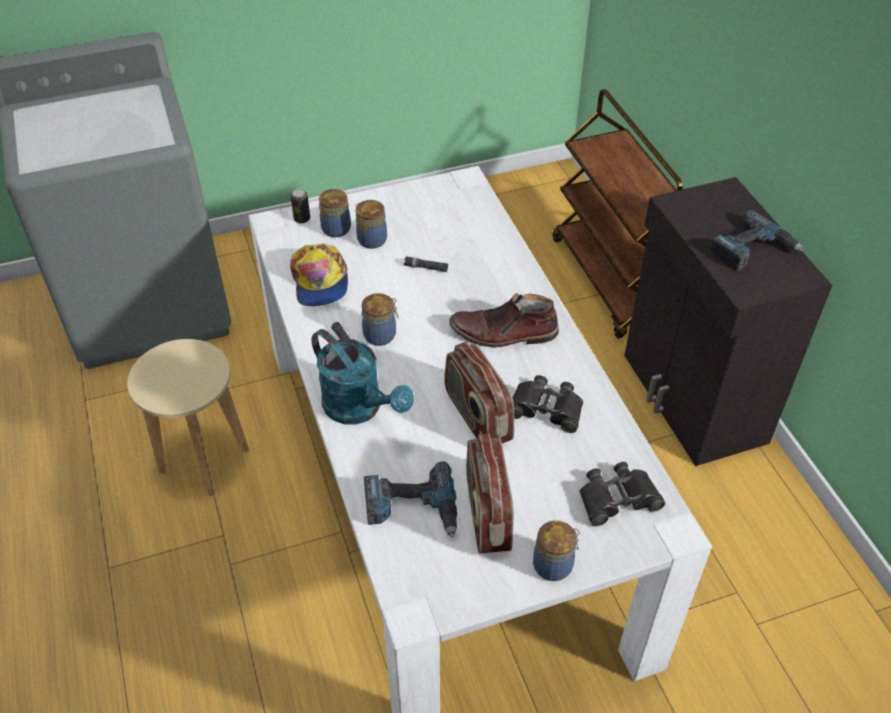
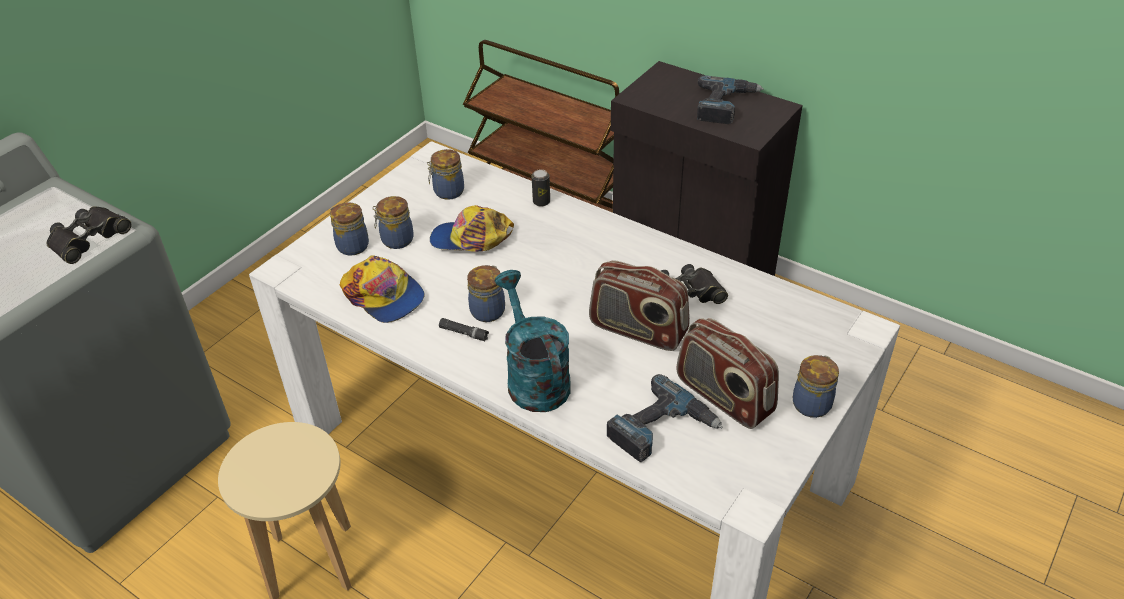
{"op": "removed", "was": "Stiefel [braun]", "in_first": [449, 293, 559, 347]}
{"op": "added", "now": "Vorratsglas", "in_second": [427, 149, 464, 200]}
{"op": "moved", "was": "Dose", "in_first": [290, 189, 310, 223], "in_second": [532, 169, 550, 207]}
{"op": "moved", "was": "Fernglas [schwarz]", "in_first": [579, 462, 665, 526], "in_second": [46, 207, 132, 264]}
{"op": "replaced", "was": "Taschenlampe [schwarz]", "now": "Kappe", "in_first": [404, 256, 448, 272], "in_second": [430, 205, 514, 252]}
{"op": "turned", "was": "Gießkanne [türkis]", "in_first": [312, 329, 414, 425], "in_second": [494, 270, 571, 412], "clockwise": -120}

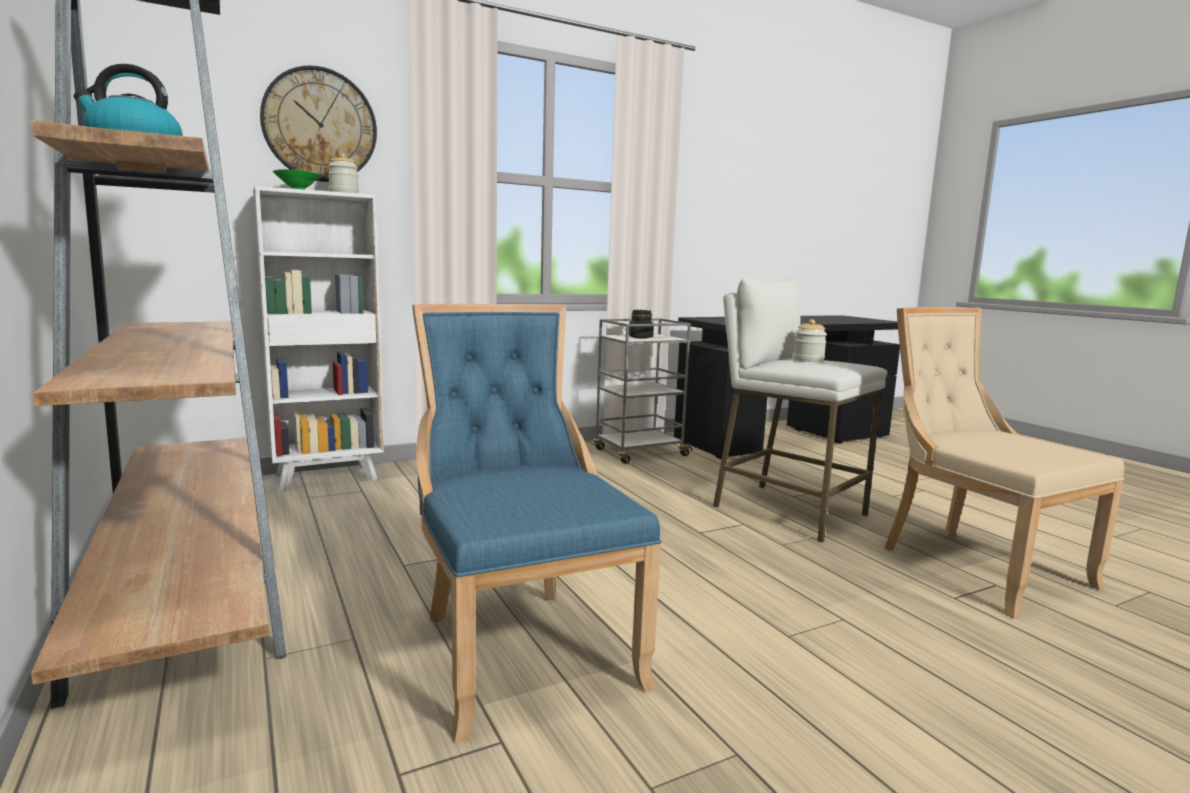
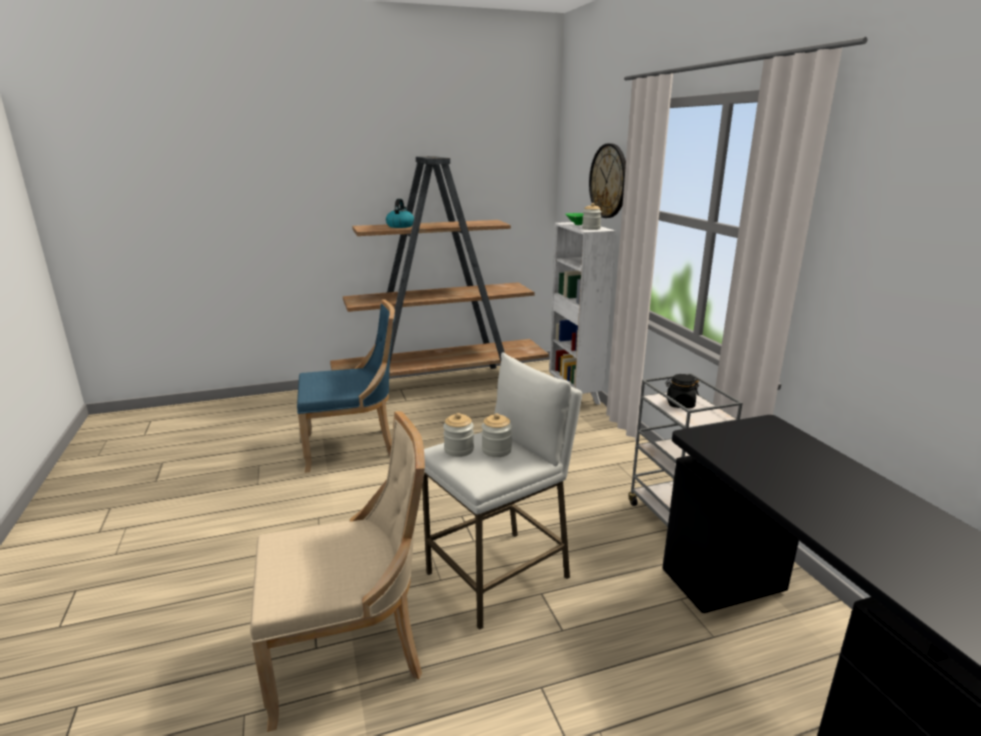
{"op": "added", "now": "Vorratsglas", "in_second": [443, 413, 474, 457]}

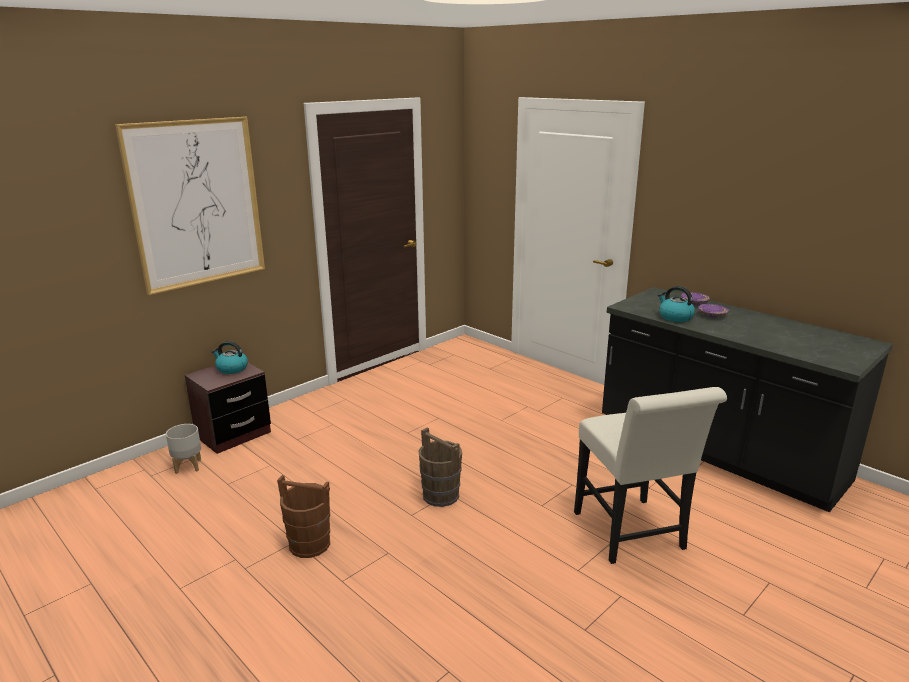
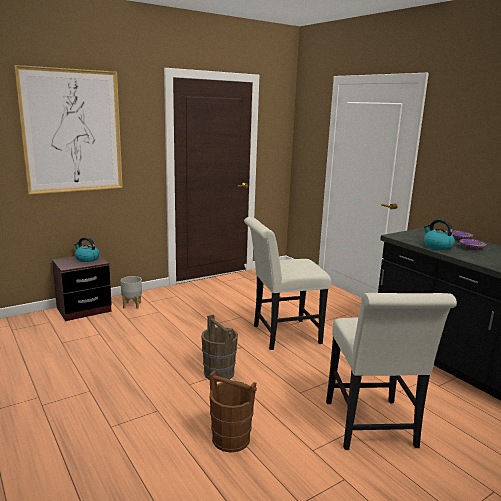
{"op": "added", "now": "Stuhl [weiß]", "in_second": [244, 217, 331, 350]}
{"op": "moved", "was": "Pflanzkübel [grau]", "in_first": [166, 424, 201, 474], "in_second": [121, 276, 142, 309]}
{"op": "moved", "was": "Eimer [braun]", "in_first": [277, 475, 330, 558], "in_second": [209, 370, 257, 453]}

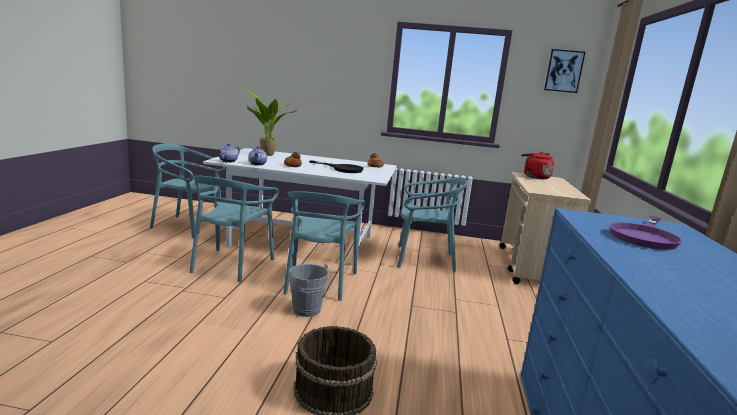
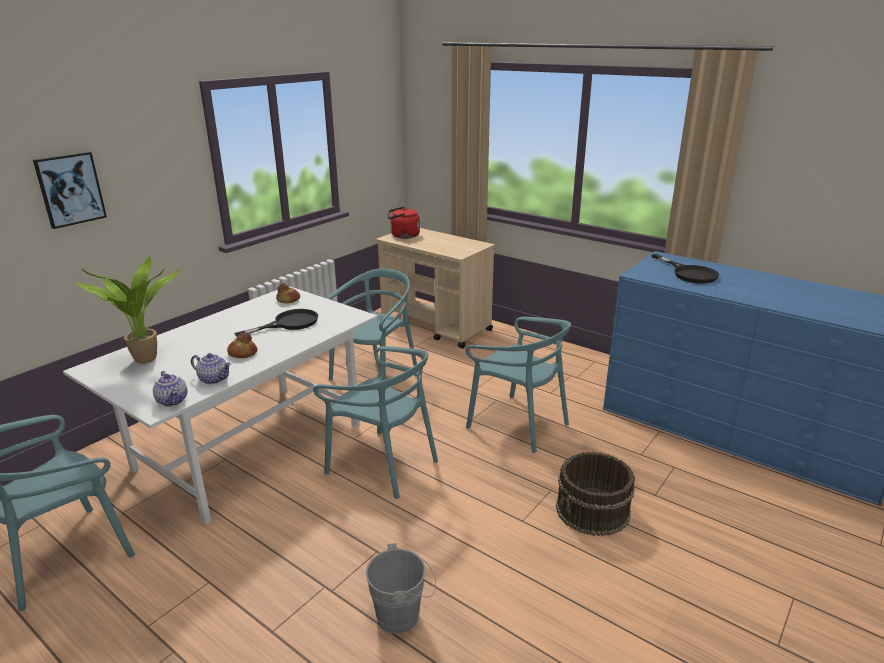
{"op": "moved", "was": "Stuhl [türkis]", "in_first": [190, 175, 279, 282], "in_second": [465, 317, 571, 453]}
{"op": "moved", "was": "Eimer [grau]", "in_first": [289, 264, 333, 317], "in_second": [366, 543, 436, 634]}
{"op": "moved", "was": "Bild", "in_first": [544, 49, 585, 93], "in_second": [33, 152, 107, 229]}
{"op": "recoloured", "was": "Pfanne [lila]", "now": "Pfanne [schwarz]", "in_first": [610, 216, 683, 250], "in_second": [652, 254, 719, 284]}

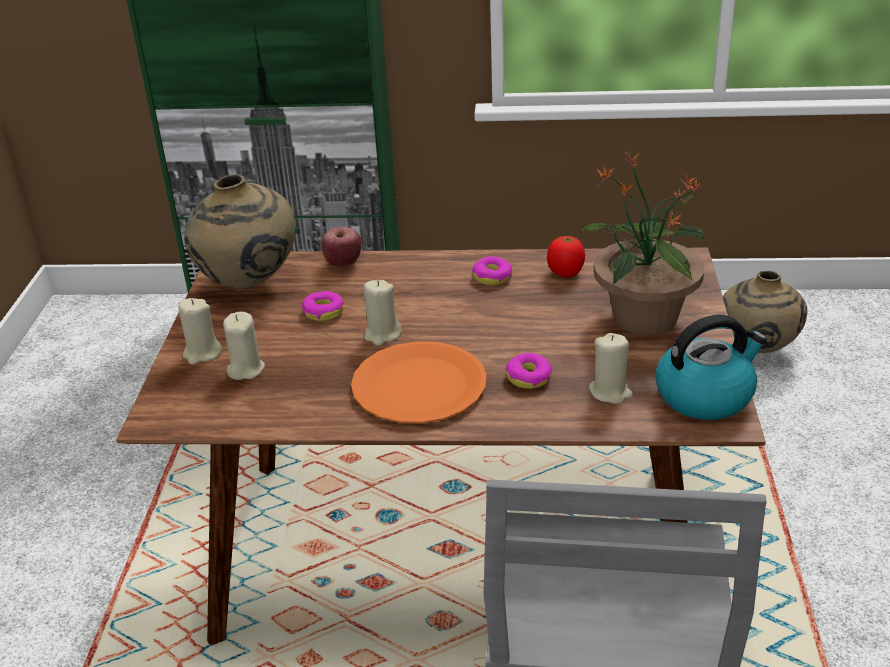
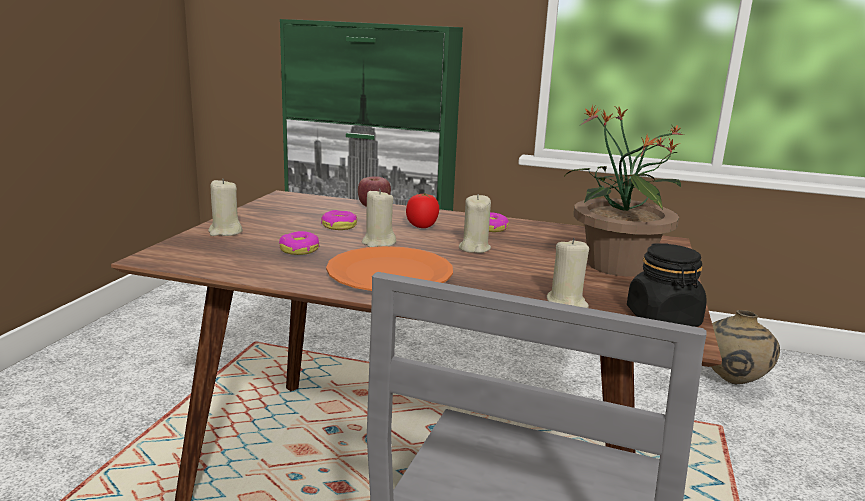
{"op": "removed", "was": "Vase [beige]", "in_first": [184, 174, 296, 289]}
{"op": "moved", "was": "Kerze [beige]", "in_first": [223, 312, 265, 380], "in_second": [459, 194, 491, 253]}
{"op": "moved", "was": "Donut", "in_first": [505, 353, 552, 389], "in_second": [279, 231, 320, 255]}
{"op": "moved", "was": "Tomate", "in_first": [547, 236, 585, 278], "in_second": [406, 193, 439, 228]}
{"op": "replaced", "was": "Wasserkessel", "now": "Vorratsglas [schwarz]", "in_first": [655, 315, 767, 420], "in_second": [627, 243, 707, 327]}

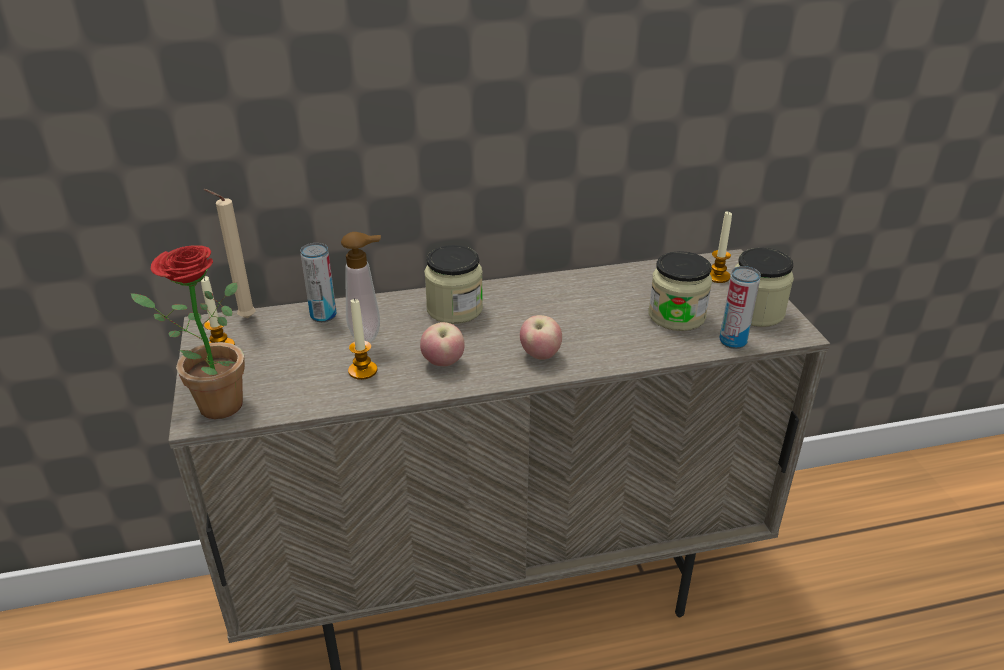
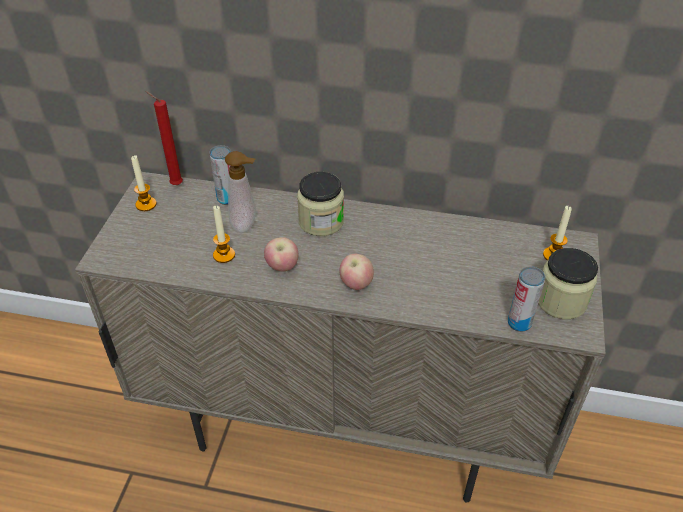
{"op": "removed", "was": "Topfpflanze", "in_first": [131, 245, 245, 419]}
{"op": "removed", "was": "Vorratsglas", "in_first": [649, 251, 712, 331]}
{"op": "recoloured", "was": "Kerze [beige]", "now": "Kerze [rot]", "in_first": [203, 189, 256, 318], "in_second": [146, 91, 183, 185]}

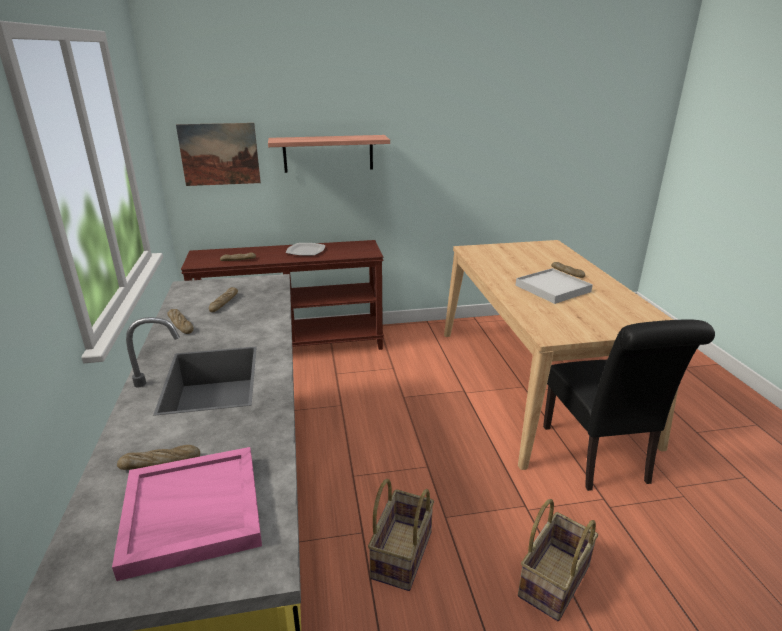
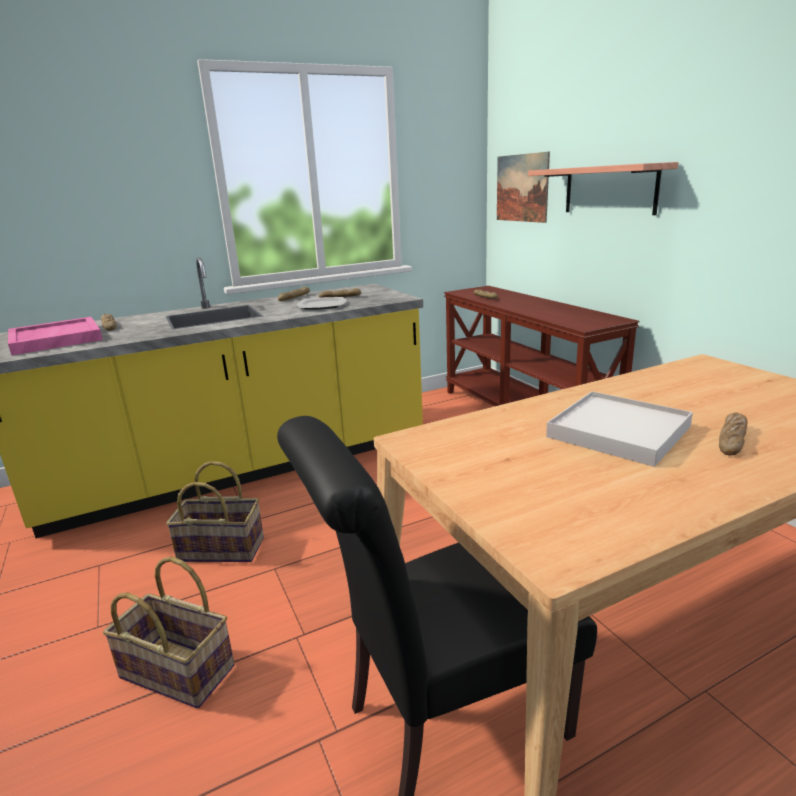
{"op": "moved", "was": "Teller", "in_first": [286, 243, 325, 256], "in_second": [297, 297, 347, 310]}

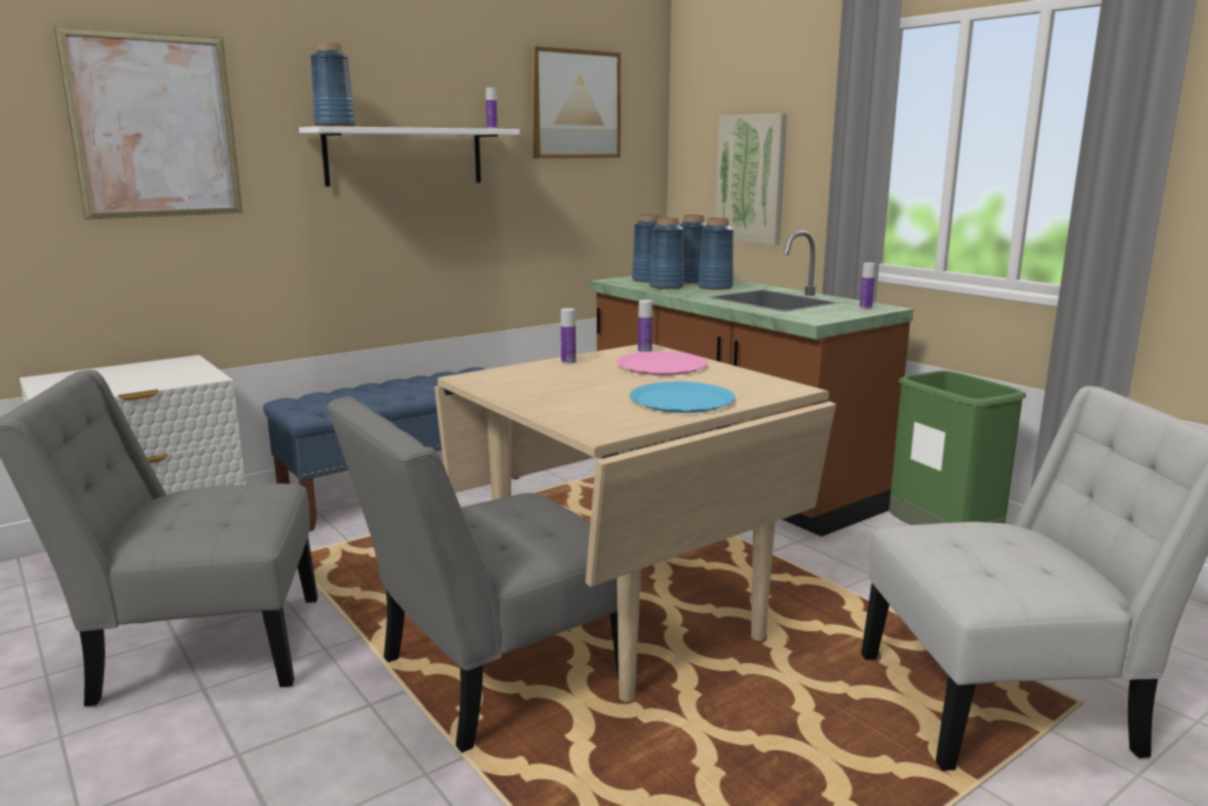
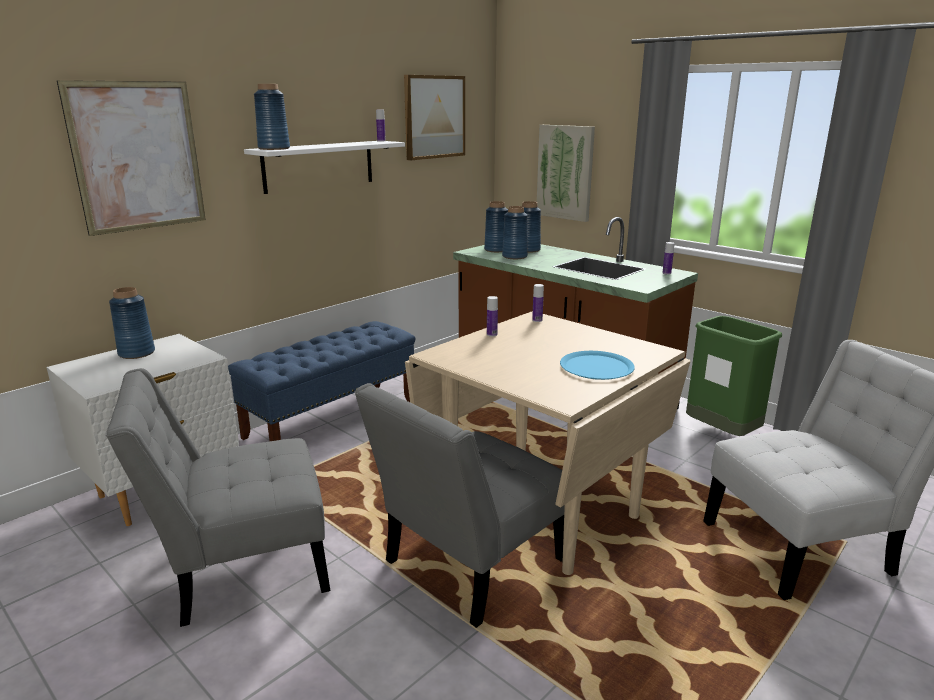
{"op": "removed", "was": "Teller [rosa]", "in_first": [617, 351, 708, 375]}
{"op": "moved", "was": "Vase [blau]", "in_first": [698, 218, 734, 290], "in_second": [109, 287, 155, 359]}

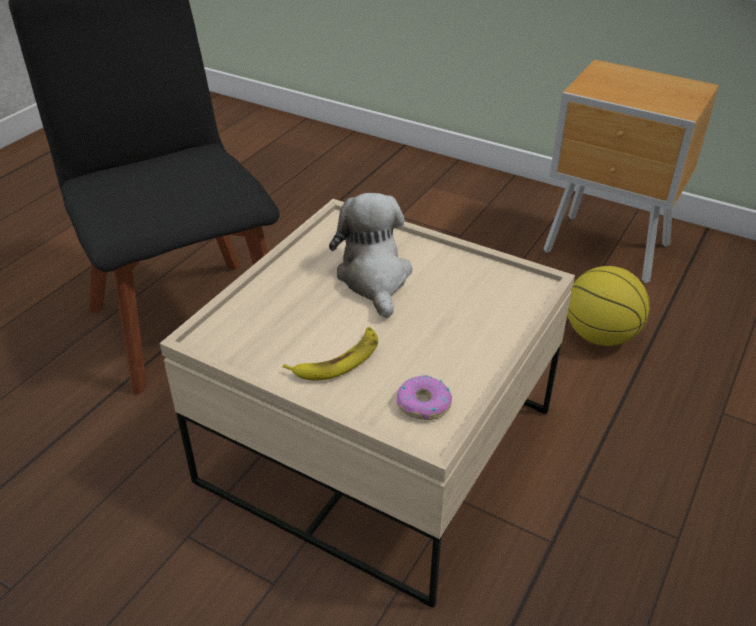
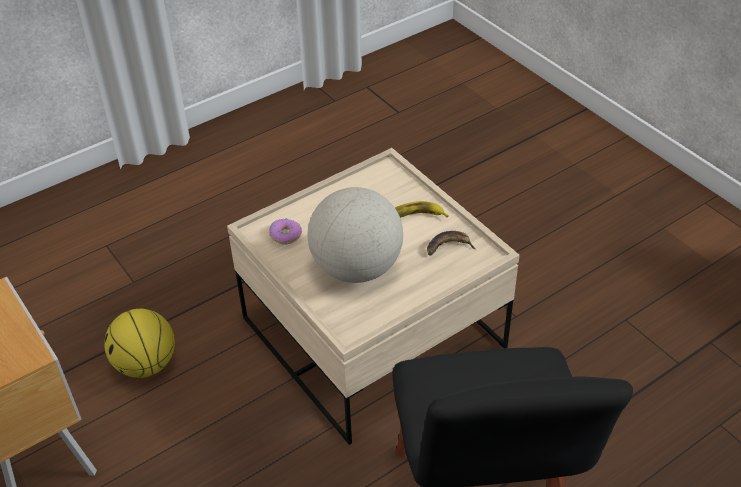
{"op": "added", "now": "Banane", "in_second": [427, 231, 475, 256]}
{"op": "moved", "was": "Donut", "in_first": [397, 375, 452, 420], "in_second": [269, 218, 302, 245]}
{"op": "replaced", "was": "Plüschtier", "now": "Globus", "in_first": [329, 193, 412, 318], "in_second": [308, 187, 403, 283]}

